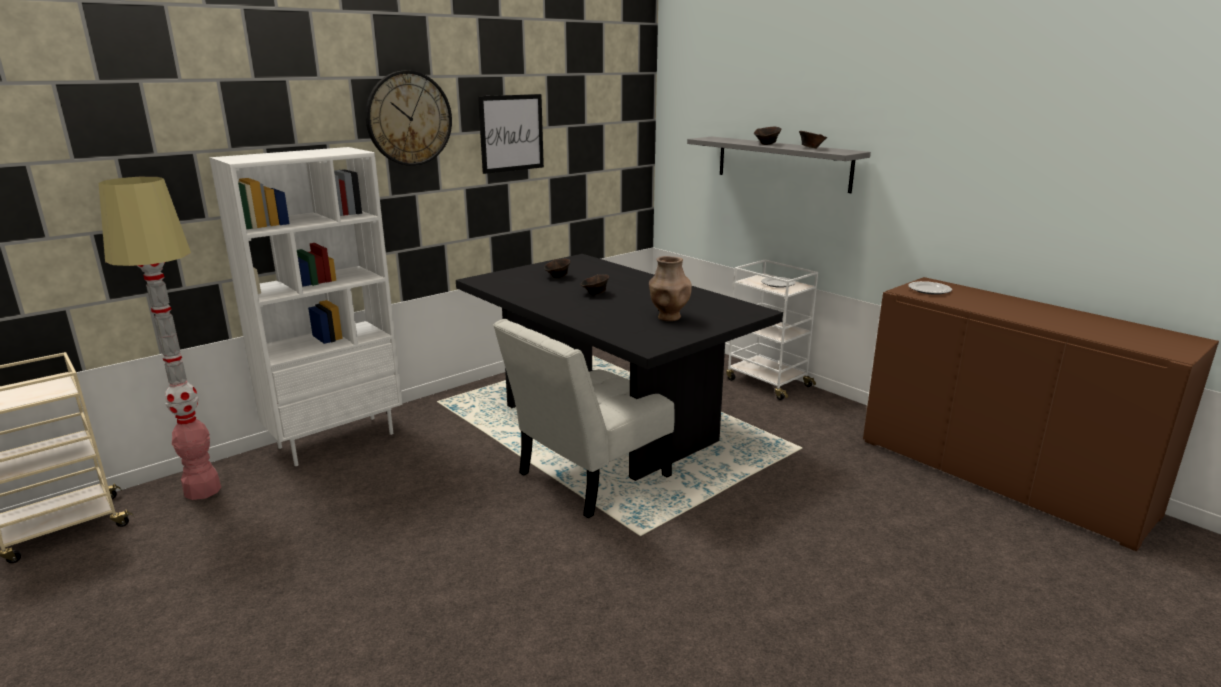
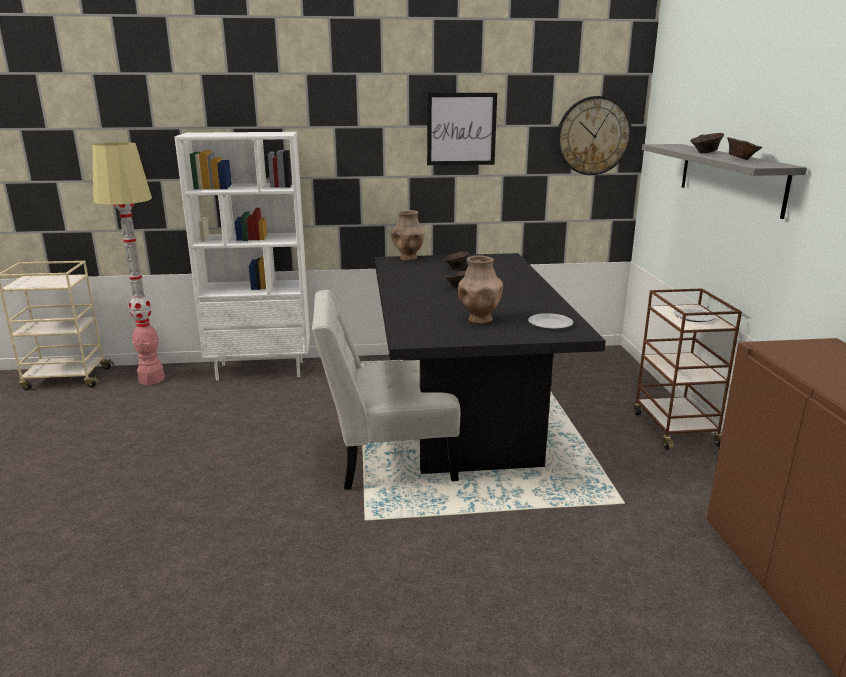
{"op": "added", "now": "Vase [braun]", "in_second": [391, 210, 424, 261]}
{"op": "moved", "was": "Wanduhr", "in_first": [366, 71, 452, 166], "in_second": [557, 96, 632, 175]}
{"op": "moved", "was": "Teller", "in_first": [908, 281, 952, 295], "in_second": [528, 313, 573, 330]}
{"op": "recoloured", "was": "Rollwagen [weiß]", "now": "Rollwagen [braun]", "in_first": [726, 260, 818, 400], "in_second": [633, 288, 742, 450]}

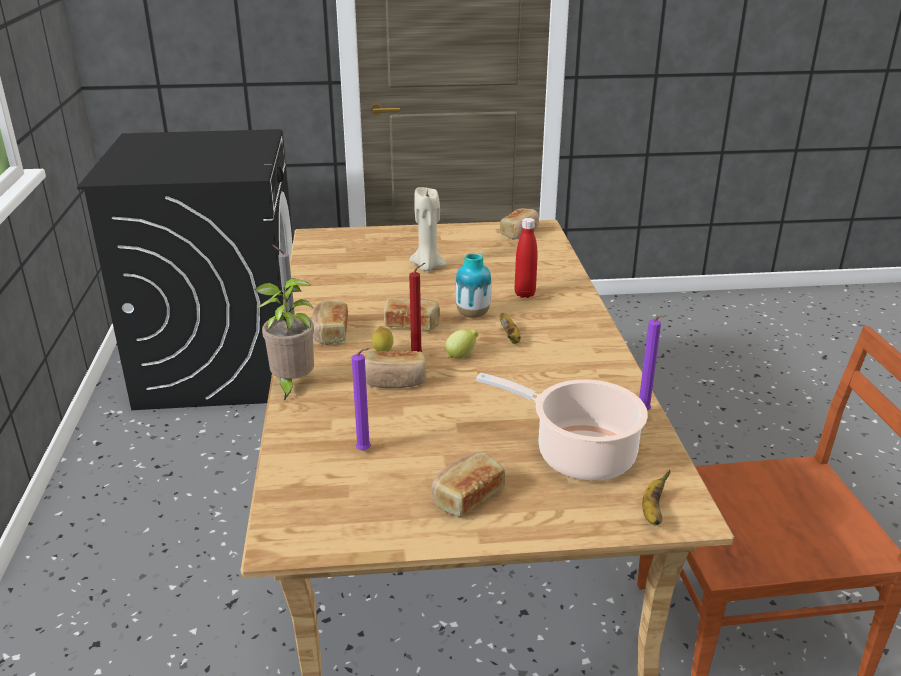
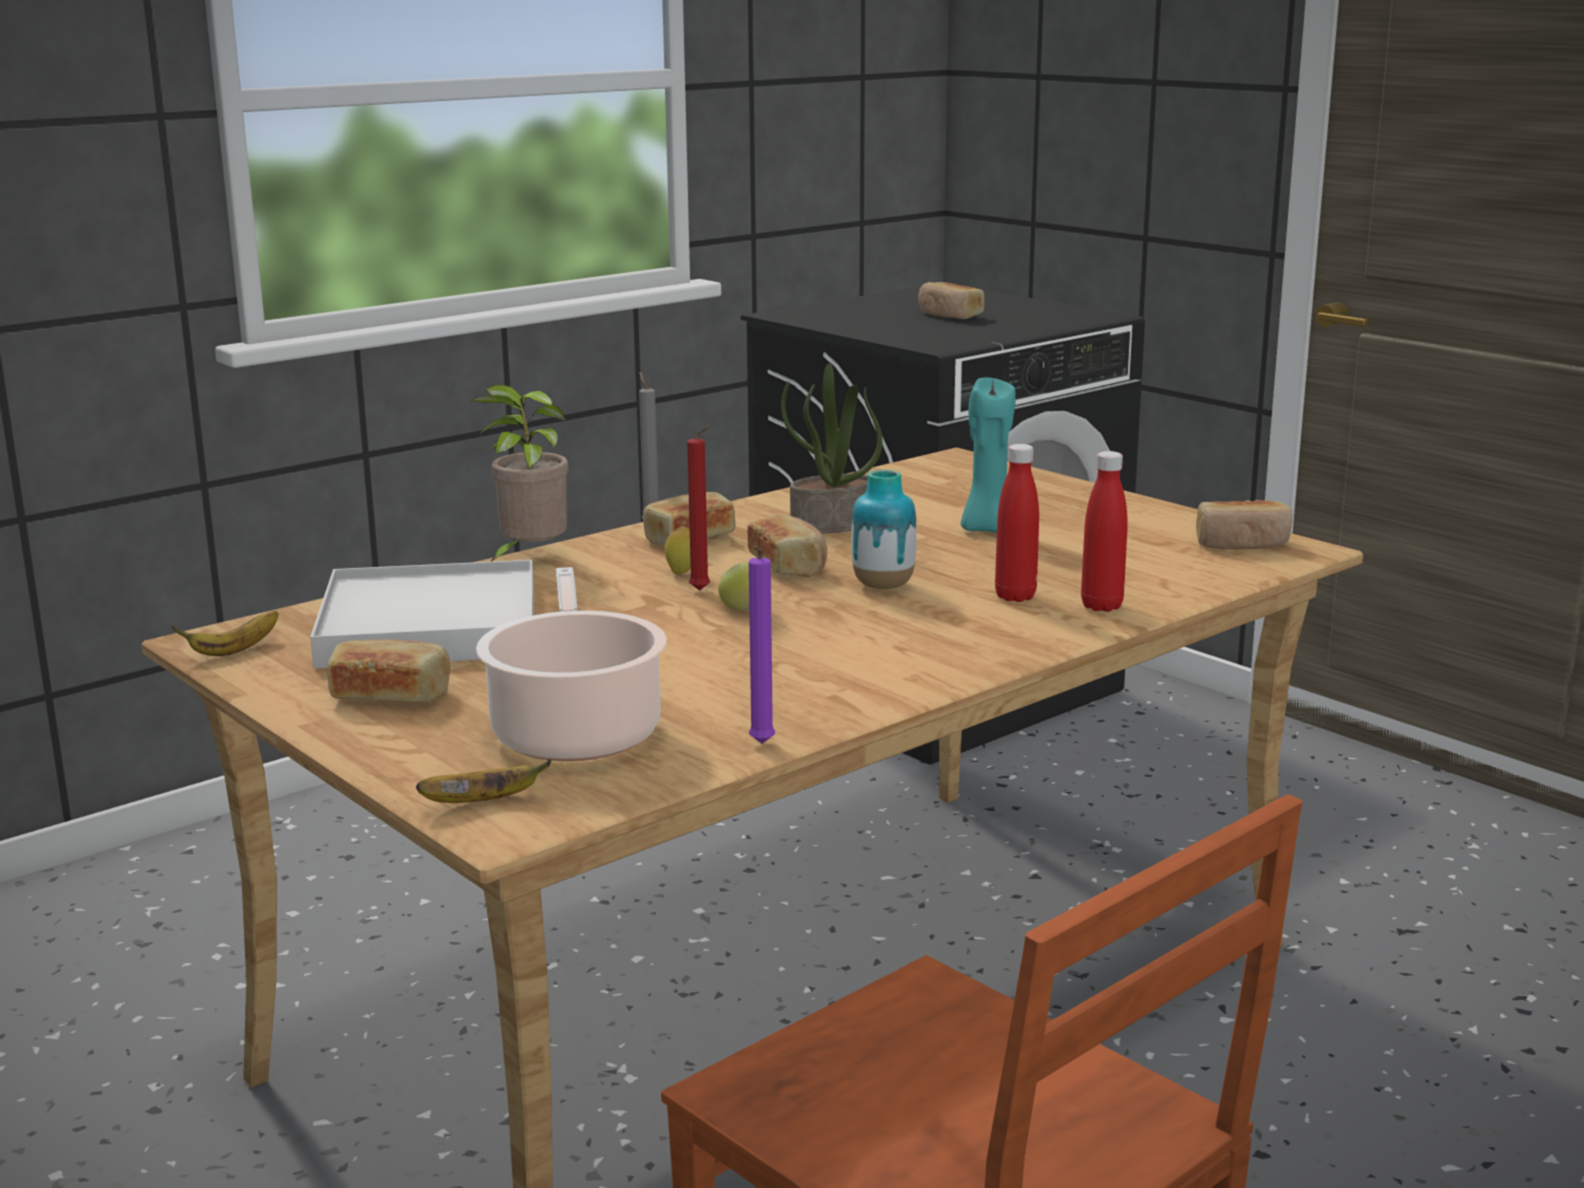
{"op": "added", "now": "Topfpflanze", "in_second": [781, 363, 883, 534]}
{"op": "added", "now": "Flasche [rot]", "in_second": [1081, 451, 1128, 612]}
{"op": "moved", "was": "Brot", "in_first": [365, 351, 426, 388], "in_second": [918, 282, 984, 319]}
{"op": "moved", "was": "Banane", "in_first": [500, 313, 521, 344], "in_second": [171, 611, 278, 656]}
{"op": "replaced", "was": "Kerze [lila]", "now": "Tablett [weiß]", "in_first": [352, 348, 371, 451], "in_second": [310, 560, 534, 669]}
{"op": "recoloured", "was": "Kerze [beige]", "now": "Kerze [türkis]", "in_first": [410, 187, 447, 271], "in_second": [961, 378, 1016, 533]}

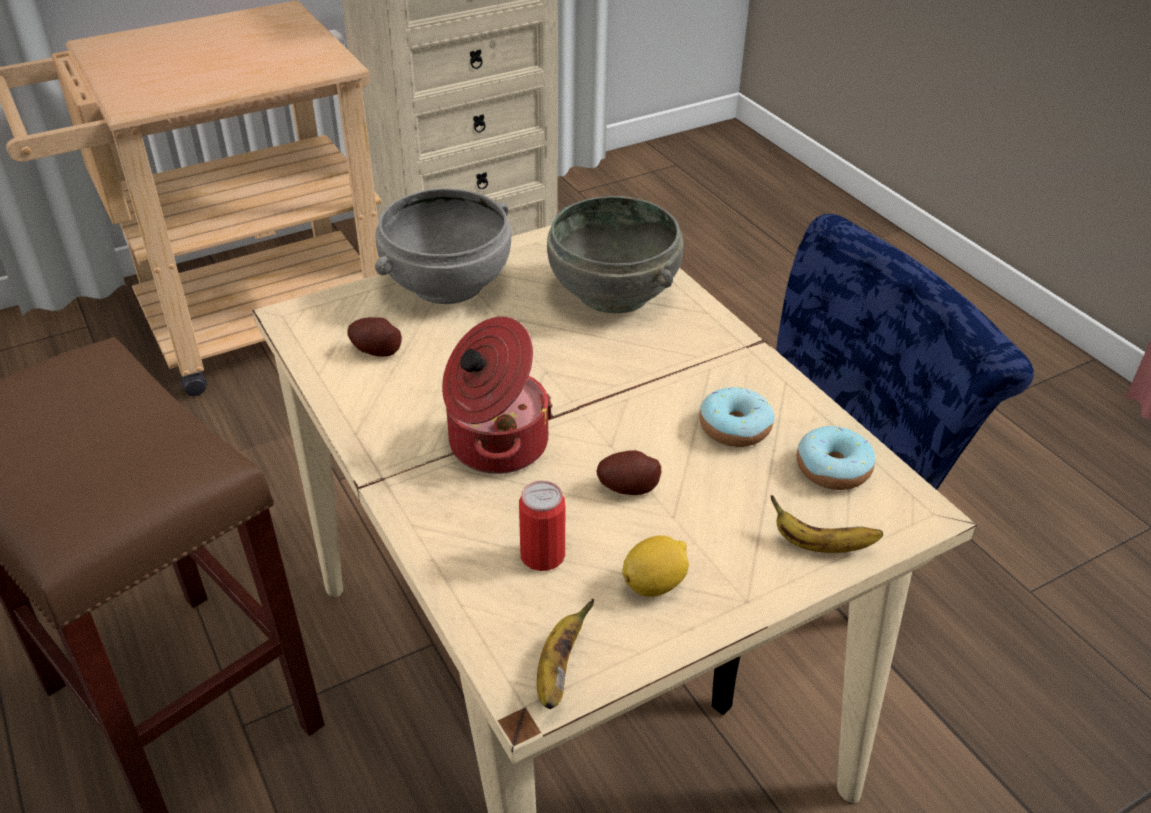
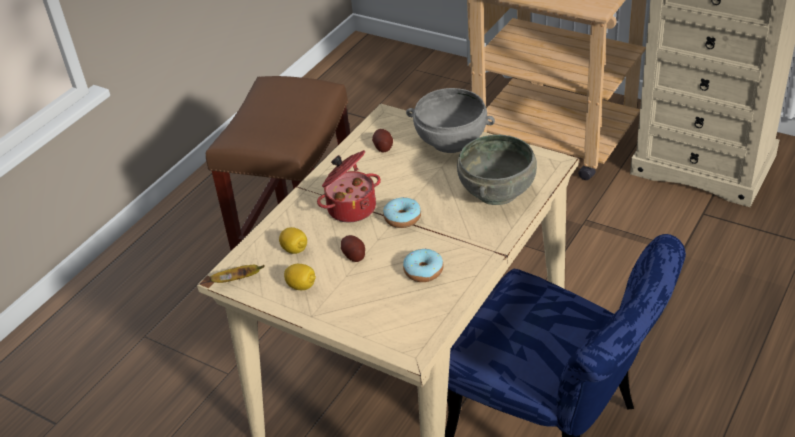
{"op": "removed", "was": "Banane", "in_first": [770, 495, 883, 553]}
{"op": "moved", "was": "Donut", "in_first": [797, 426, 875, 490], "in_second": [383, 197, 421, 228]}
{"op": "replaced", "was": "Dose", "now": "Zitrone", "in_first": [519, 481, 565, 571], "in_second": [279, 227, 307, 254]}

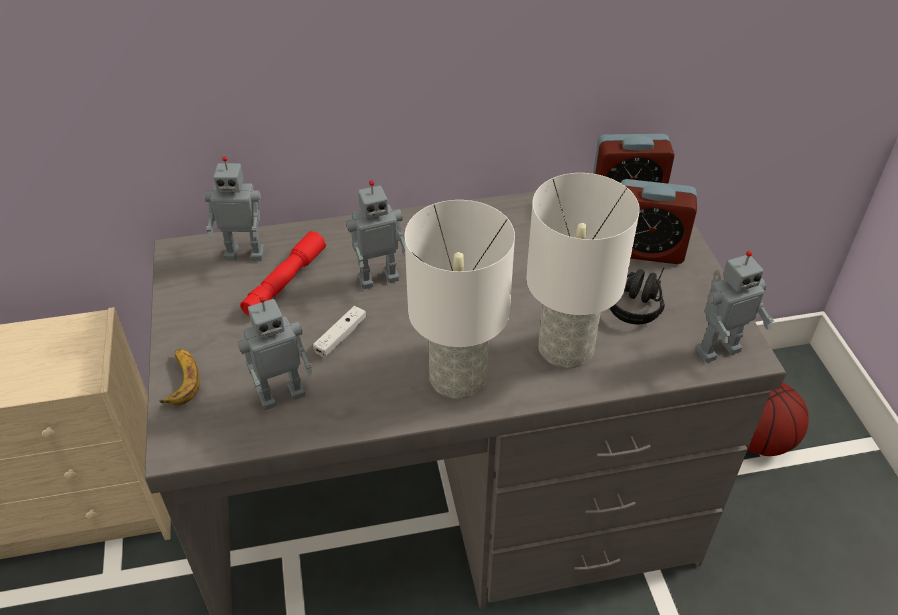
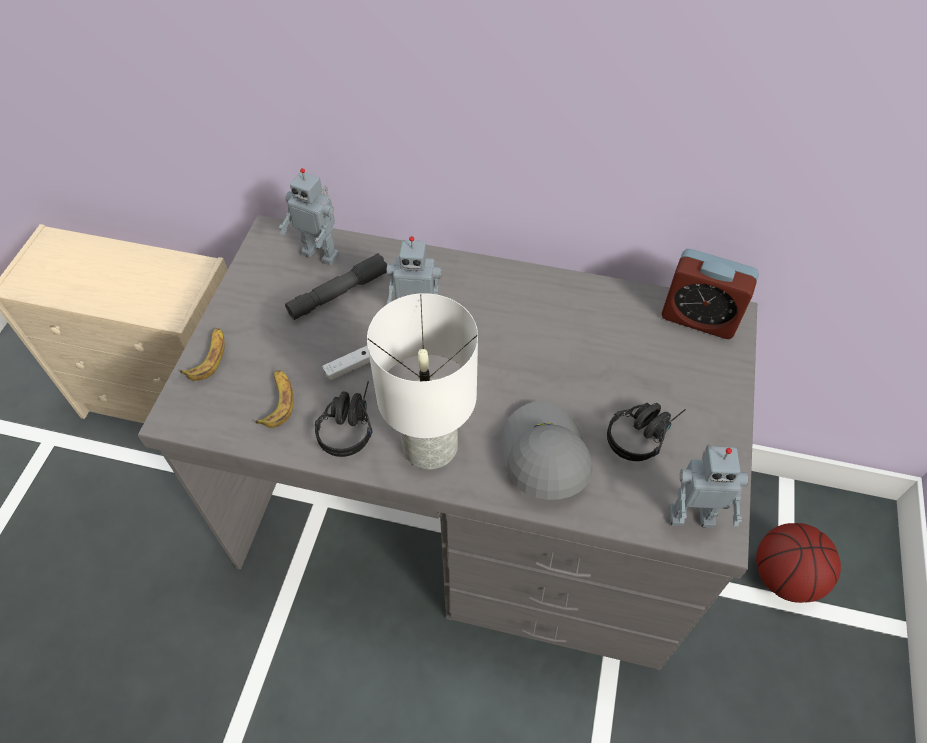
{"op": "removed", "was": "Wecker", "in_first": [620, 179, 697, 264]}
{"op": "added", "now": "Kopfhörer [schwarz]", "in_second": [315, 381, 373, 457]}
{"op": "replaced", "was": "Spielzeugroboter", "now": "Banane", "in_first": [238, 297, 313, 410], "in_second": [254, 370, 293, 428]}
{"op": "replaced", "was": "Tischlampe [weiß]", "now": "Kappe [grau]", "in_first": [526, 173, 640, 368], "in_second": [500, 402, 593, 500]}
{"op": "recoloured", "was": "Taschenlampe [rot]", "now": "Taschenlampe [grau]", "in_first": [240, 231, 326, 317], "in_second": [285, 253, 387, 320]}

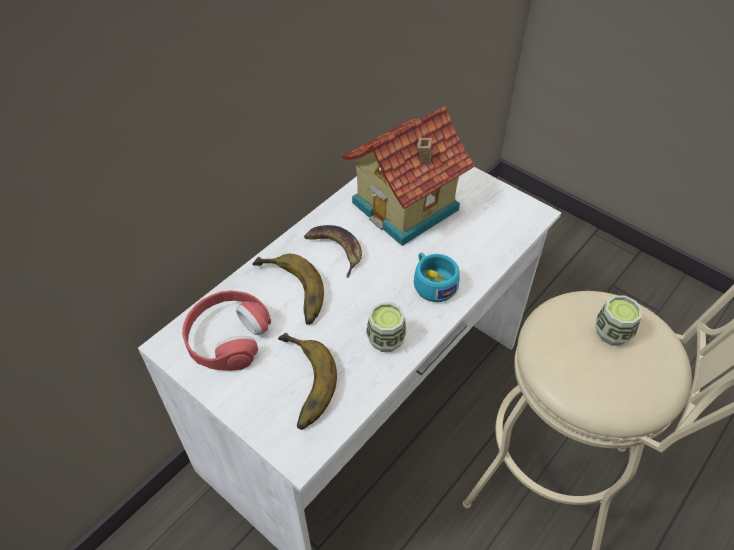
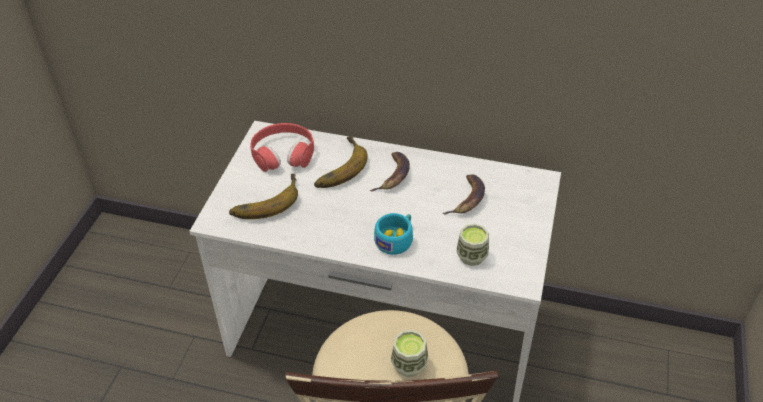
{"op": "moved", "was": "Tasse", "in_first": [366, 302, 406, 352], "in_second": [456, 224, 489, 266]}
{"op": "replaced", "was": "Spielzeughaus", "now": "Banane", "in_first": [342, 105, 475, 246], "in_second": [443, 174, 485, 215]}

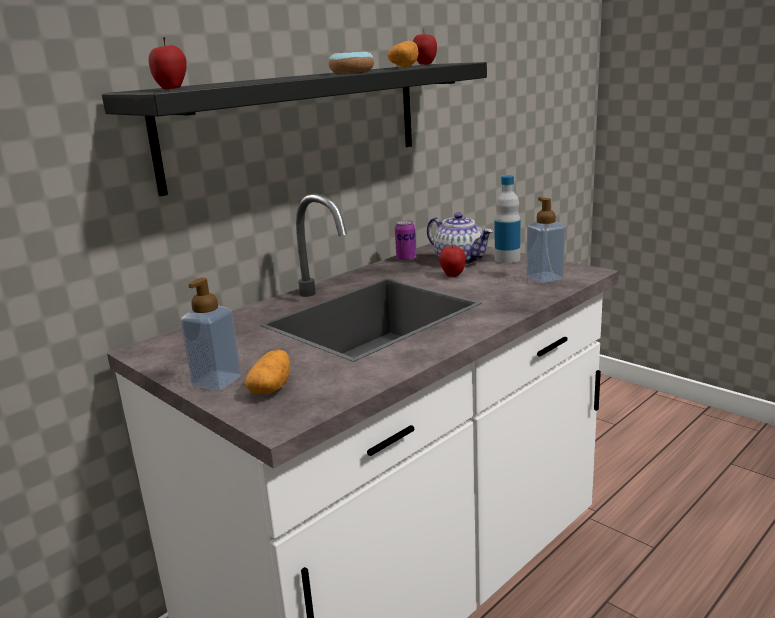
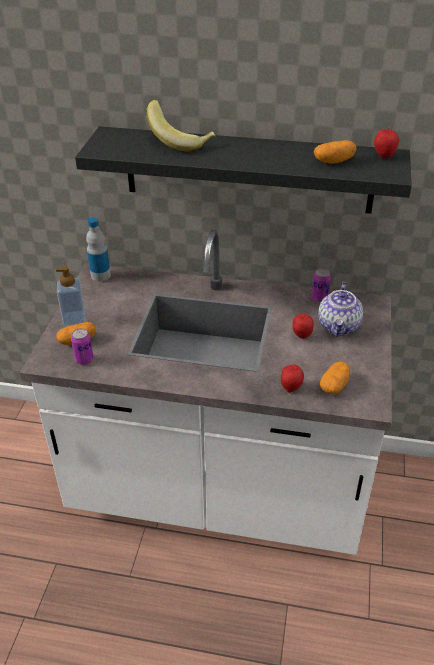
{"op": "removed", "was": "Donut", "in_first": [329, 51, 374, 73]}
{"op": "added", "now": "Dose", "in_second": [71, 328, 94, 365]}
{"op": "added", "now": "Banane", "in_second": [146, 100, 215, 151]}
{"op": "moved", "was": "Apfel", "in_first": [149, 37, 187, 89], "in_second": [281, 364, 304, 393]}
{"op": "moved", "was": "Flasche", "in_first": [495, 175, 520, 263], "in_second": [86, 217, 111, 282]}
{"op": "replaced", "was": "Seifenspender", "now": "Kartoffel", "in_first": [526, 197, 565, 283], "in_second": [320, 361, 350, 394]}

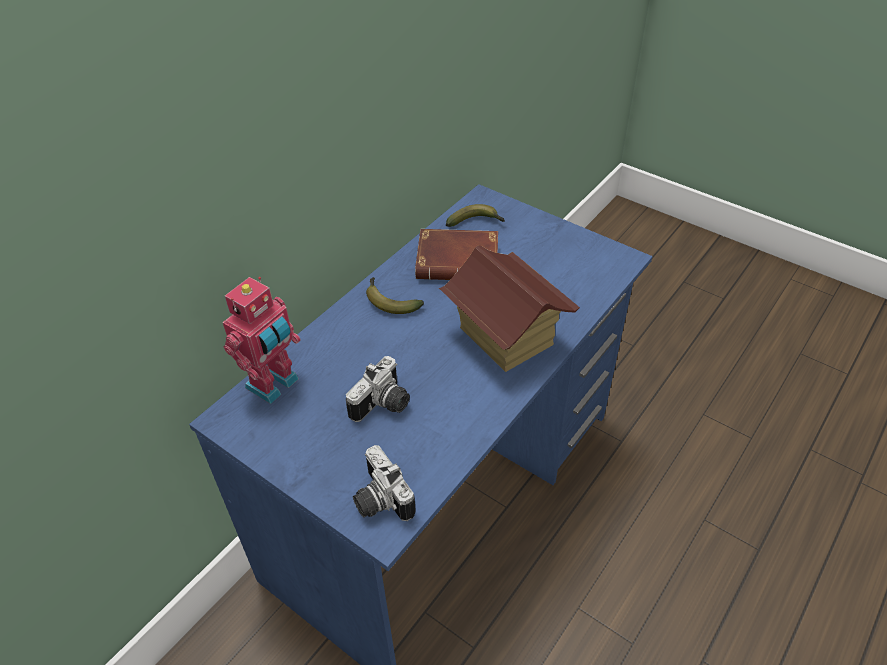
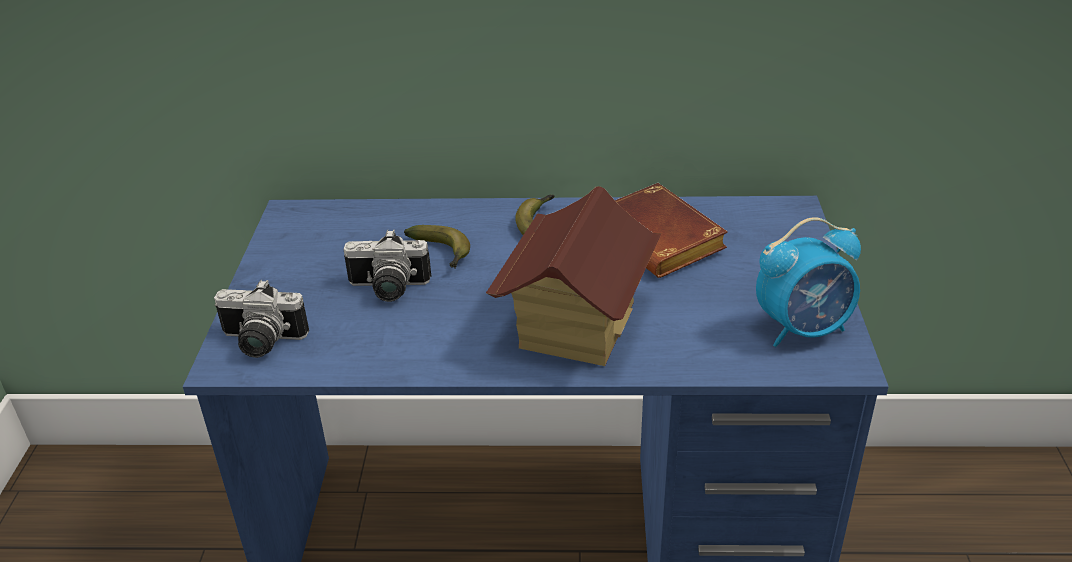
{"op": "removed", "was": "Spielzeugroboter", "in_first": [222, 277, 301, 404]}
{"op": "added", "now": "Wecker", "in_second": [756, 217, 861, 347]}
{"op": "moved", "was": "Banane", "in_first": [446, 204, 505, 227], "in_second": [404, 225, 470, 268]}
{"op": "turned", "was": "Kamera", "in_first": [353, 445, 416, 521], "in_second": [214, 280, 309, 358], "clockwise": -105}

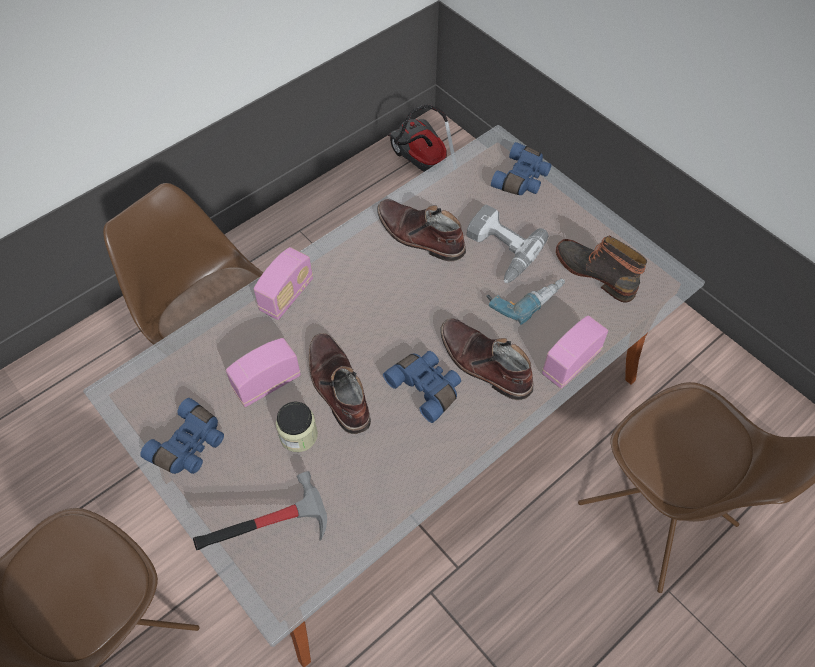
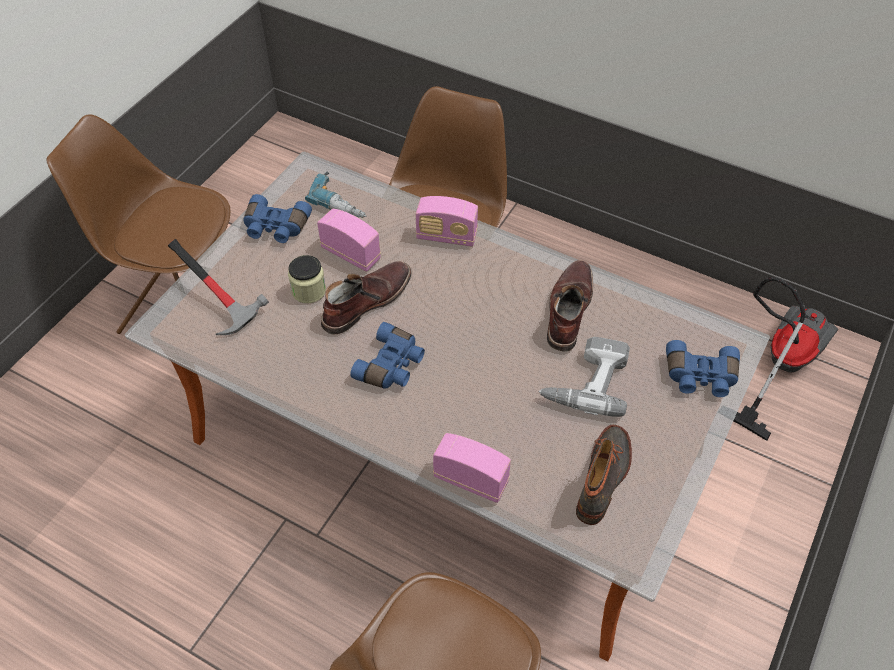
{"op": "removed", "was": "Stiefel [braun]", "in_first": [441, 318, 533, 400]}
{"op": "moved", "was": "Bohrmaschine", "in_first": [486, 279, 565, 325], "in_second": [305, 172, 366, 218]}

